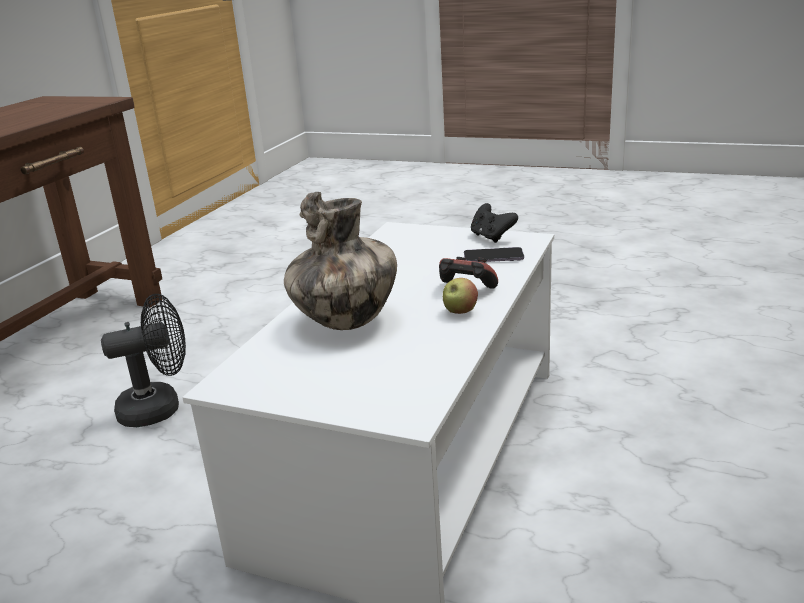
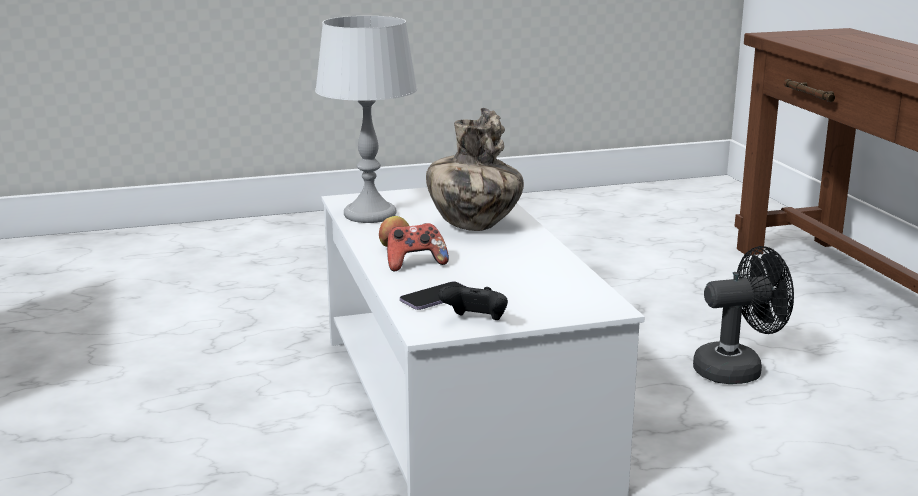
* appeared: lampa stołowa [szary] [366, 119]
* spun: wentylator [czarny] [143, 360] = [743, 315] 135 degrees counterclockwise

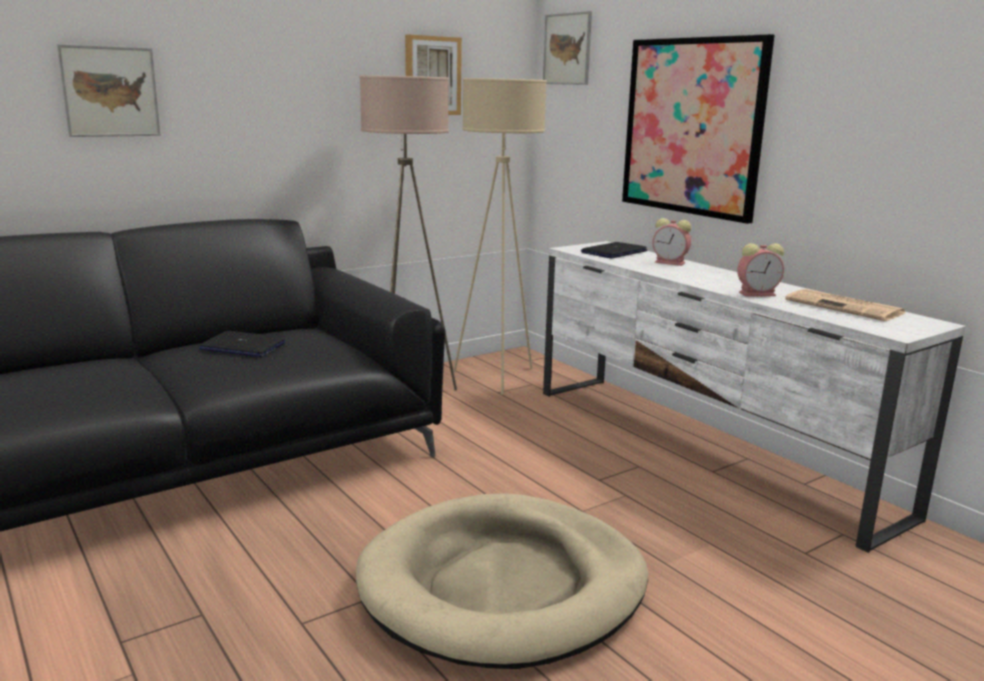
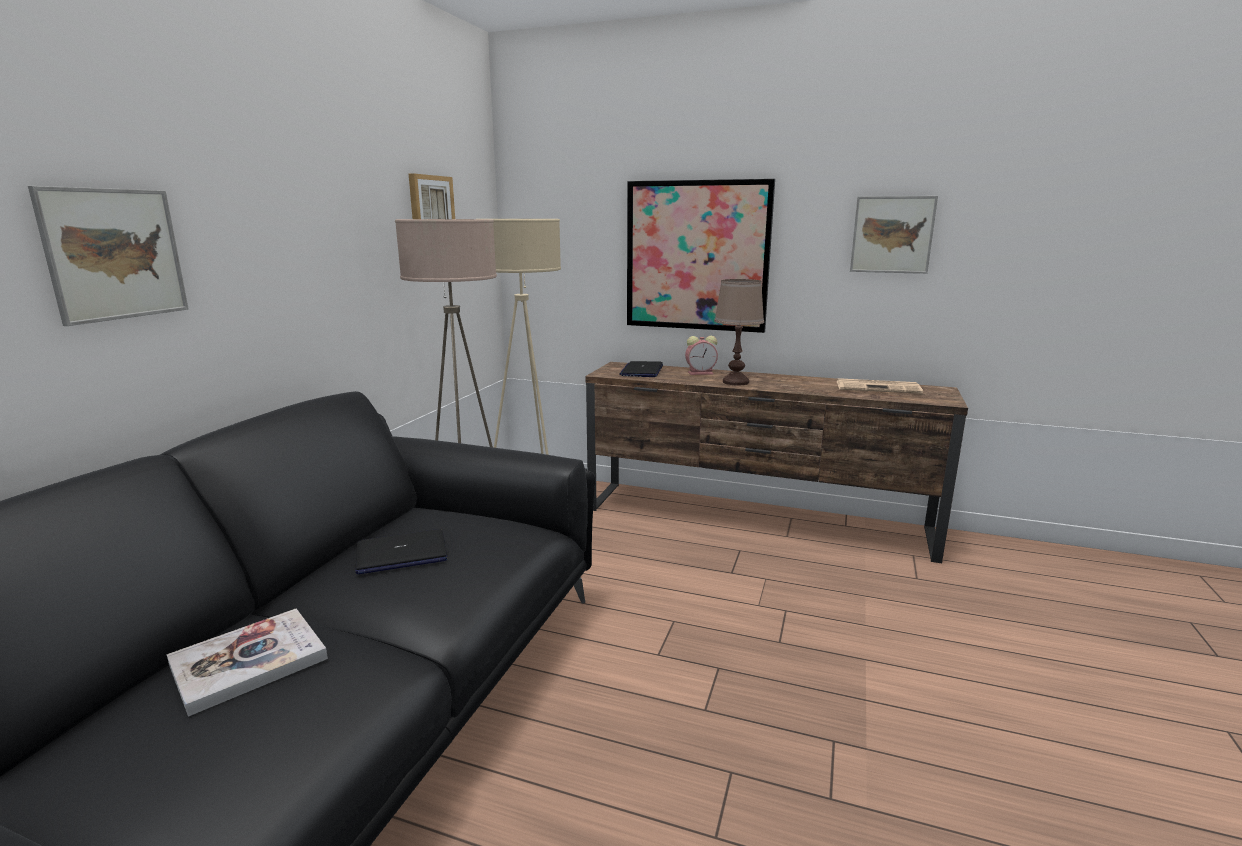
* appeared: książka [247, 662]
* colour: szafka pod telewizor [biały] [754, 397] to szafka pod telewizor [brązowy] [776, 462]
* appeared: lampa stołowa [brązowy] [739, 332]
* relocated: obraz [567, 48] to [894, 235]
* missing: legowisko [beżowy] [502, 581]
* missing: budzik [760, 270]

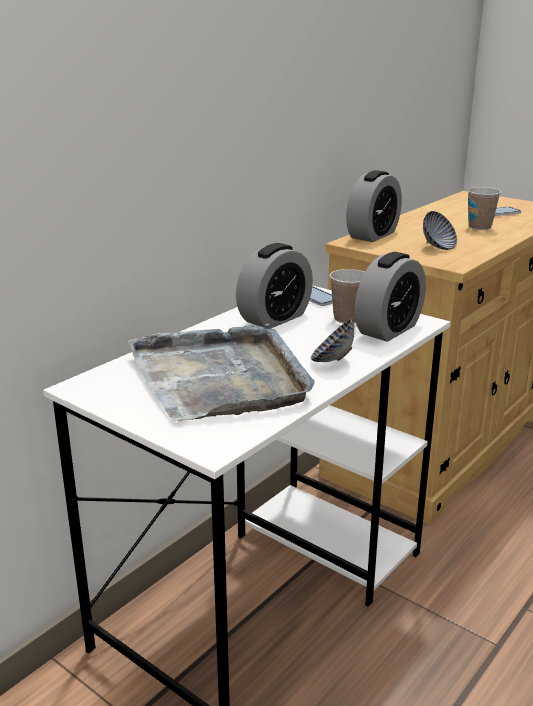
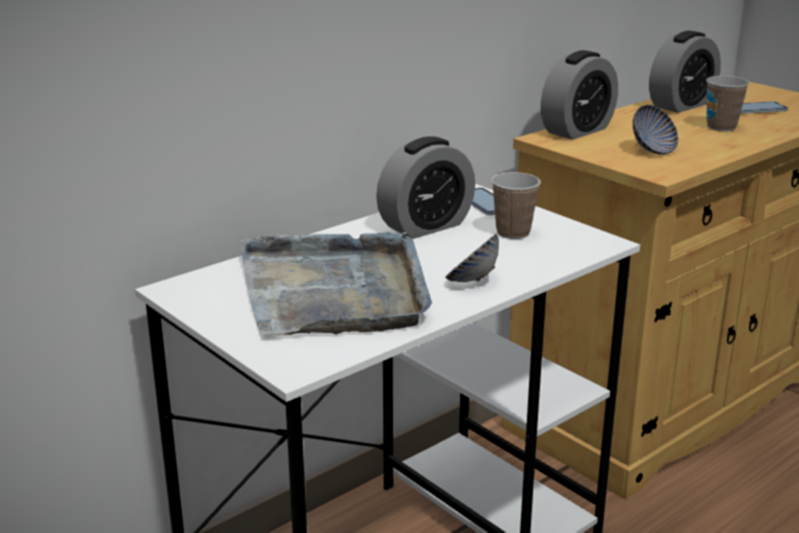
* relocated: budzik [390, 297] to [685, 72]

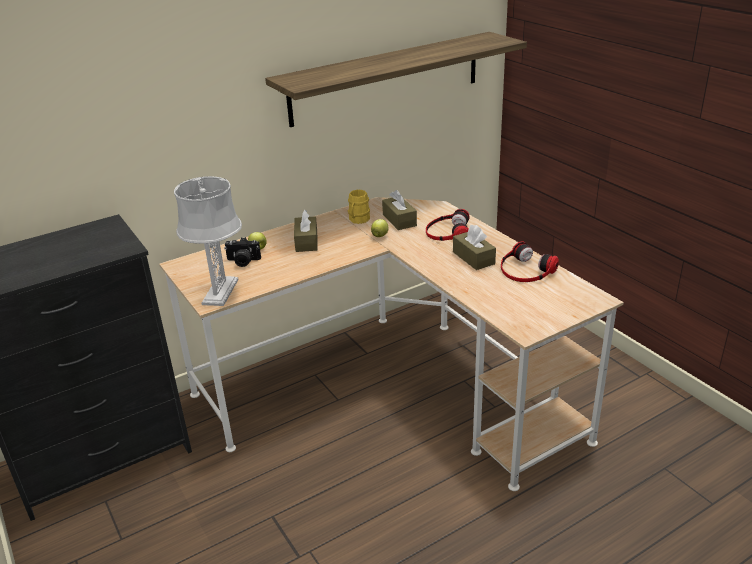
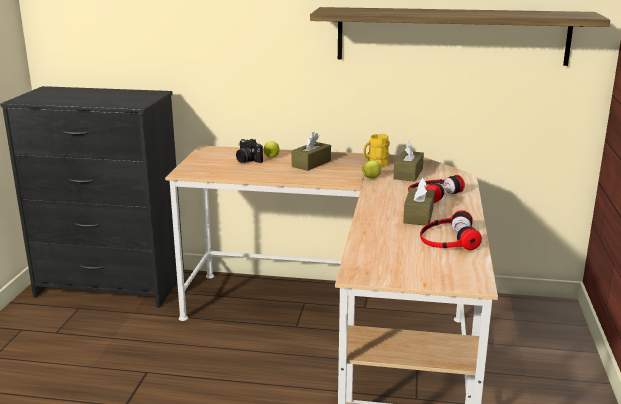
* missing: lampa stołowa [szary] [208, 241]

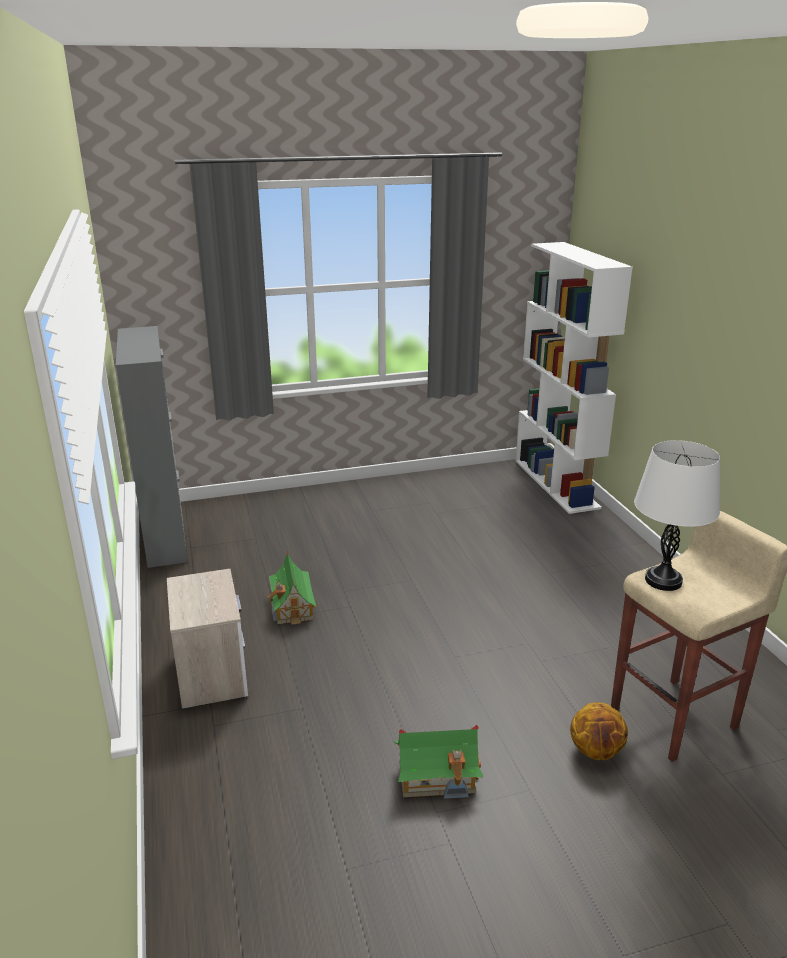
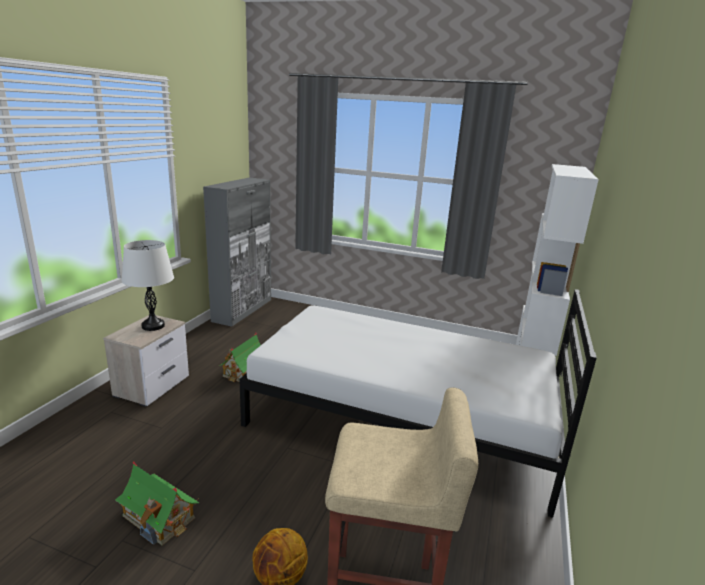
* relocated: lampa stołowa [biały] [677, 515] to [148, 285]
* appeared: łóżko [biały] [418, 403]

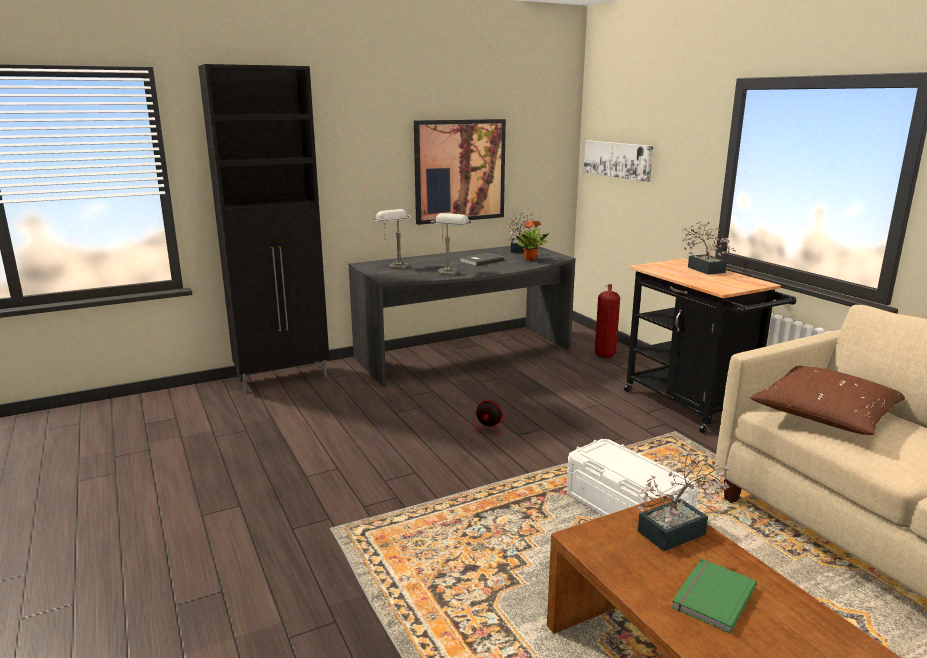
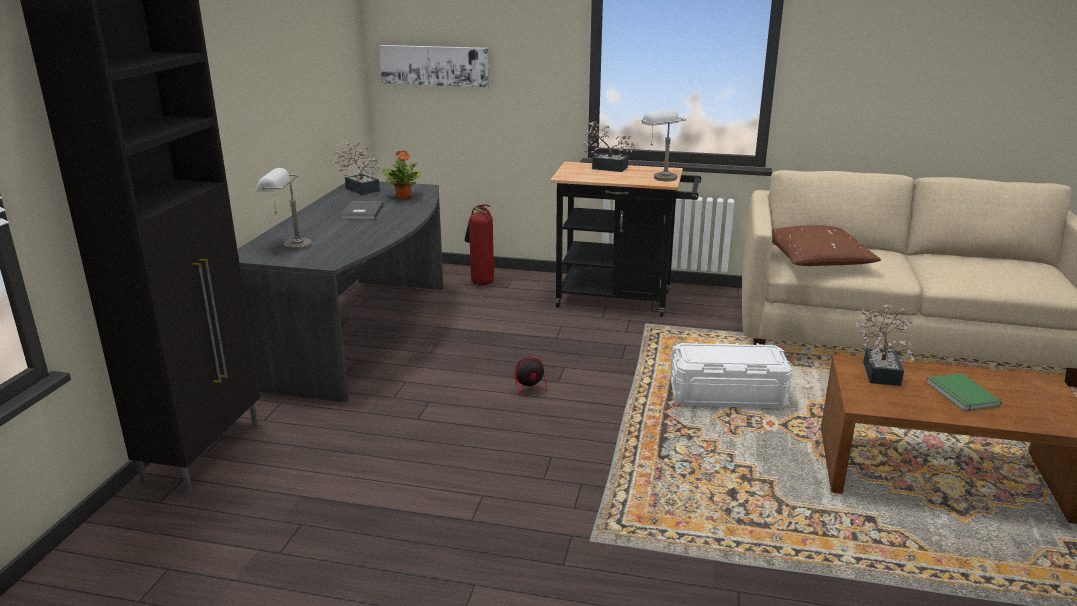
* relocated: lampa stołowa [szary] [451, 244] to [664, 145]
* missing: obraz [460, 172]

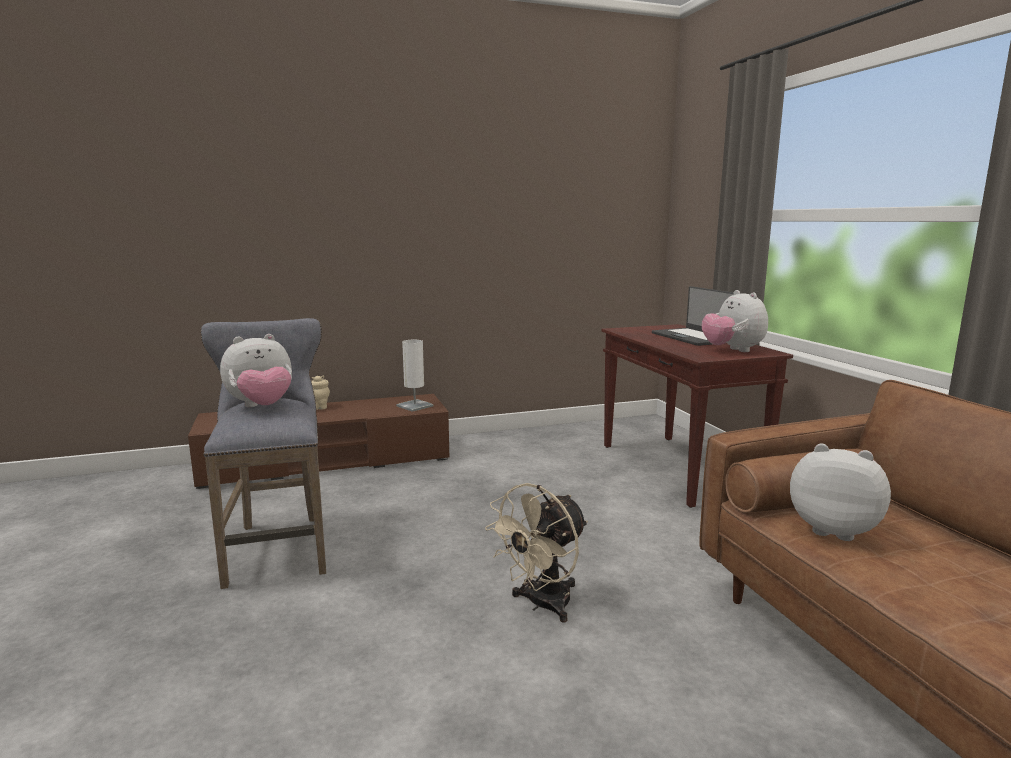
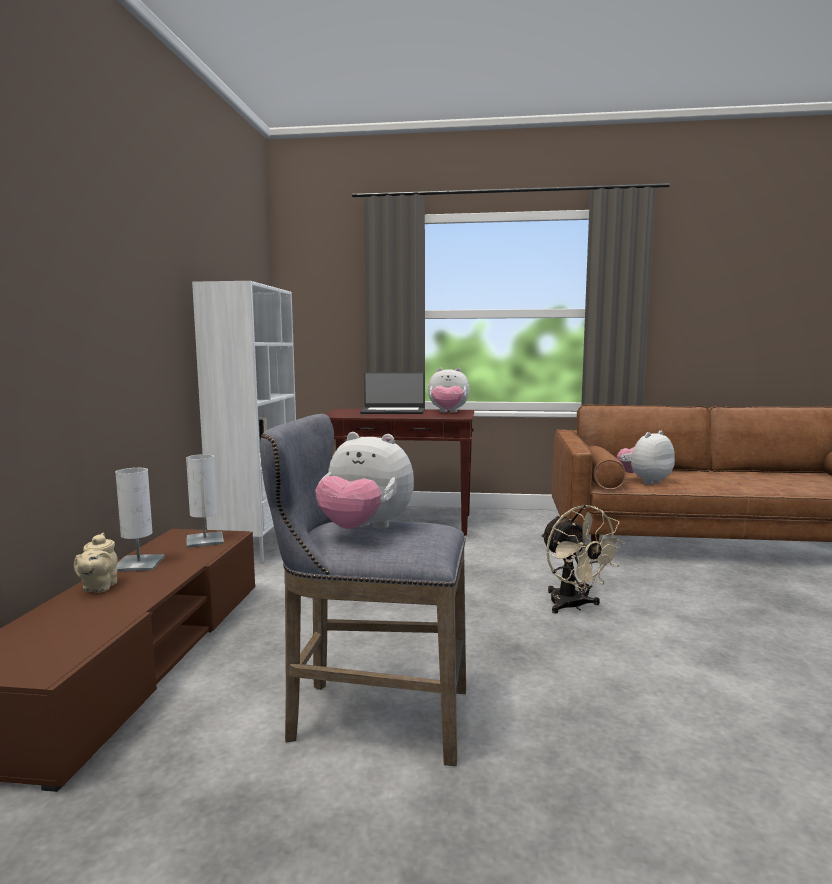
* appeared: lampa stołowa [biały] [140, 520]
* appeared: regał [biały] [244, 421]
* spun: pluszak [256, 370] = [364, 480] 120 degrees clockwise

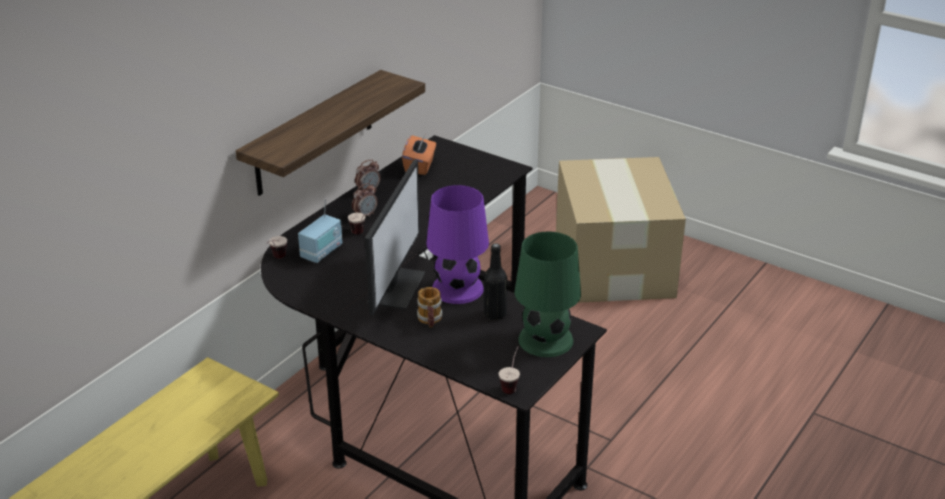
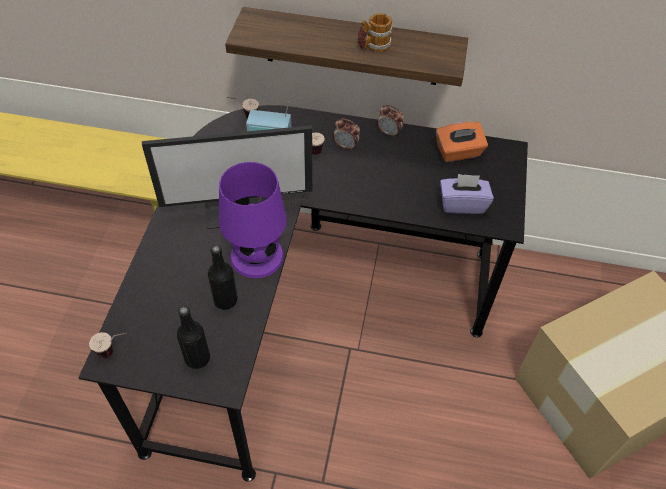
* exchanged: lampa stołowa [zielony] [548, 294] to butelka [czarny] [193, 337]
* relocated: kubek [429, 307] to [375, 32]
* appeared: pudełko chusteczek [fioletowy] [467, 194]

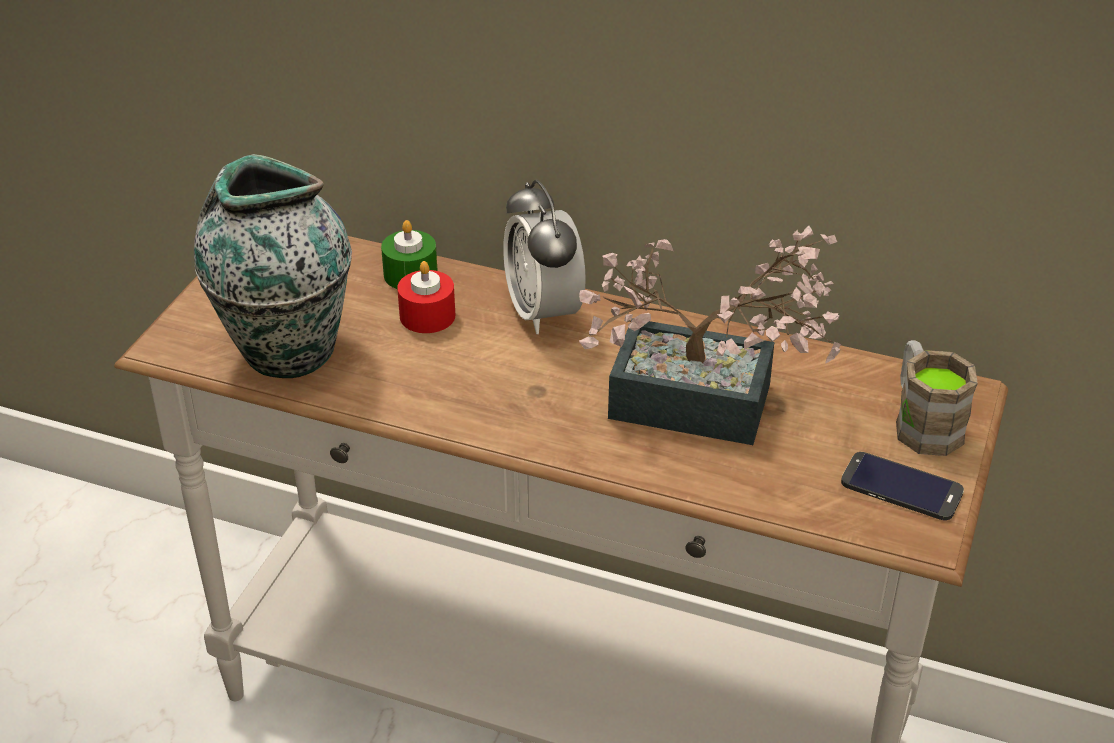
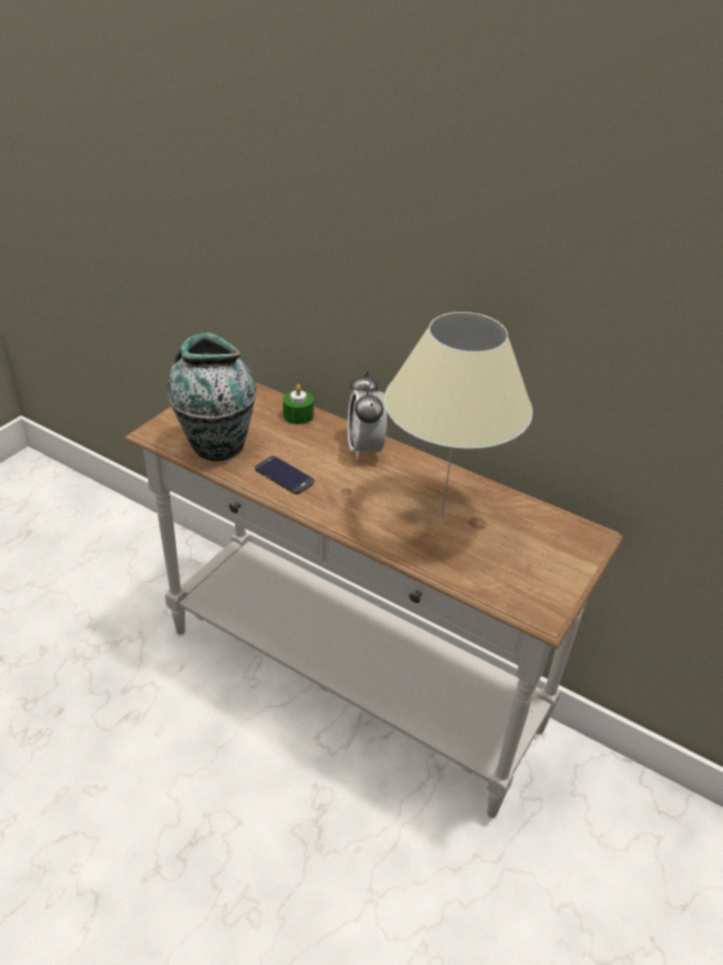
* relocated: telefon [902, 486] to [284, 475]
* exchanged: roślina doniczkowa [710, 335] to lampa stołowa [beżowy] [458, 414]
* missing: świeca [czerwony] [426, 297]
* missing: kubek [brązowy] [937, 398]

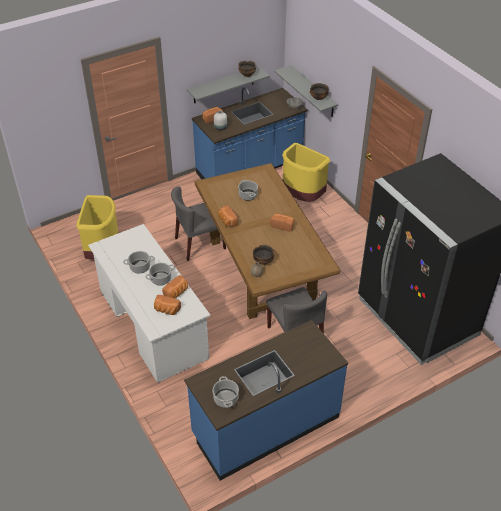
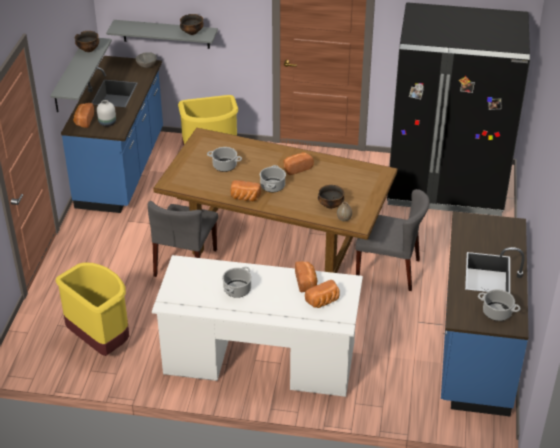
* relocated: garnek [160, 274] to [273, 178]

